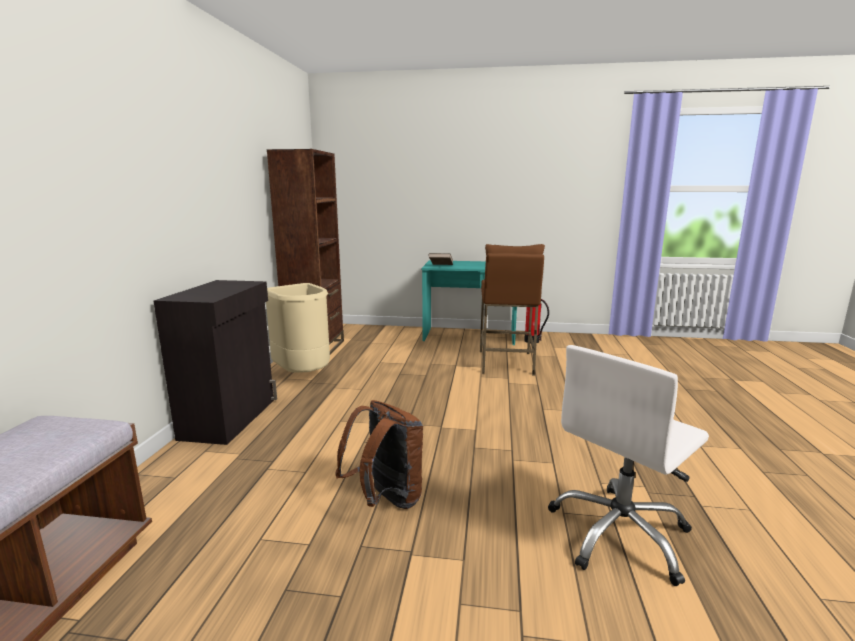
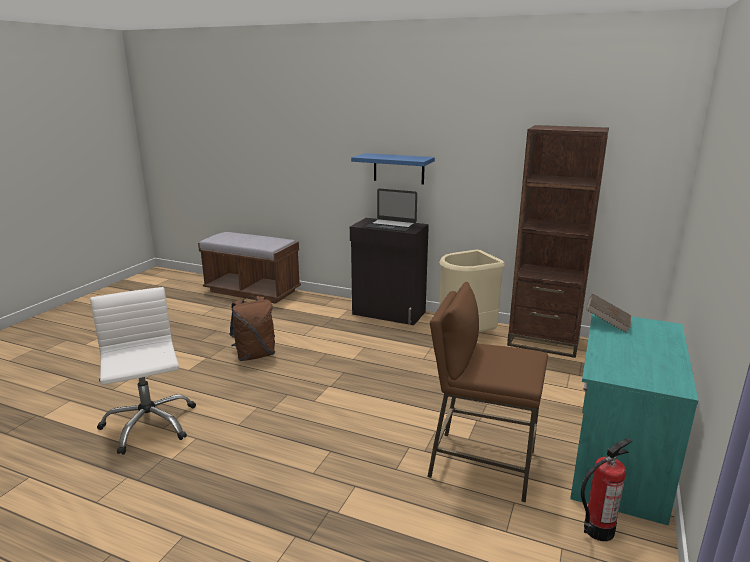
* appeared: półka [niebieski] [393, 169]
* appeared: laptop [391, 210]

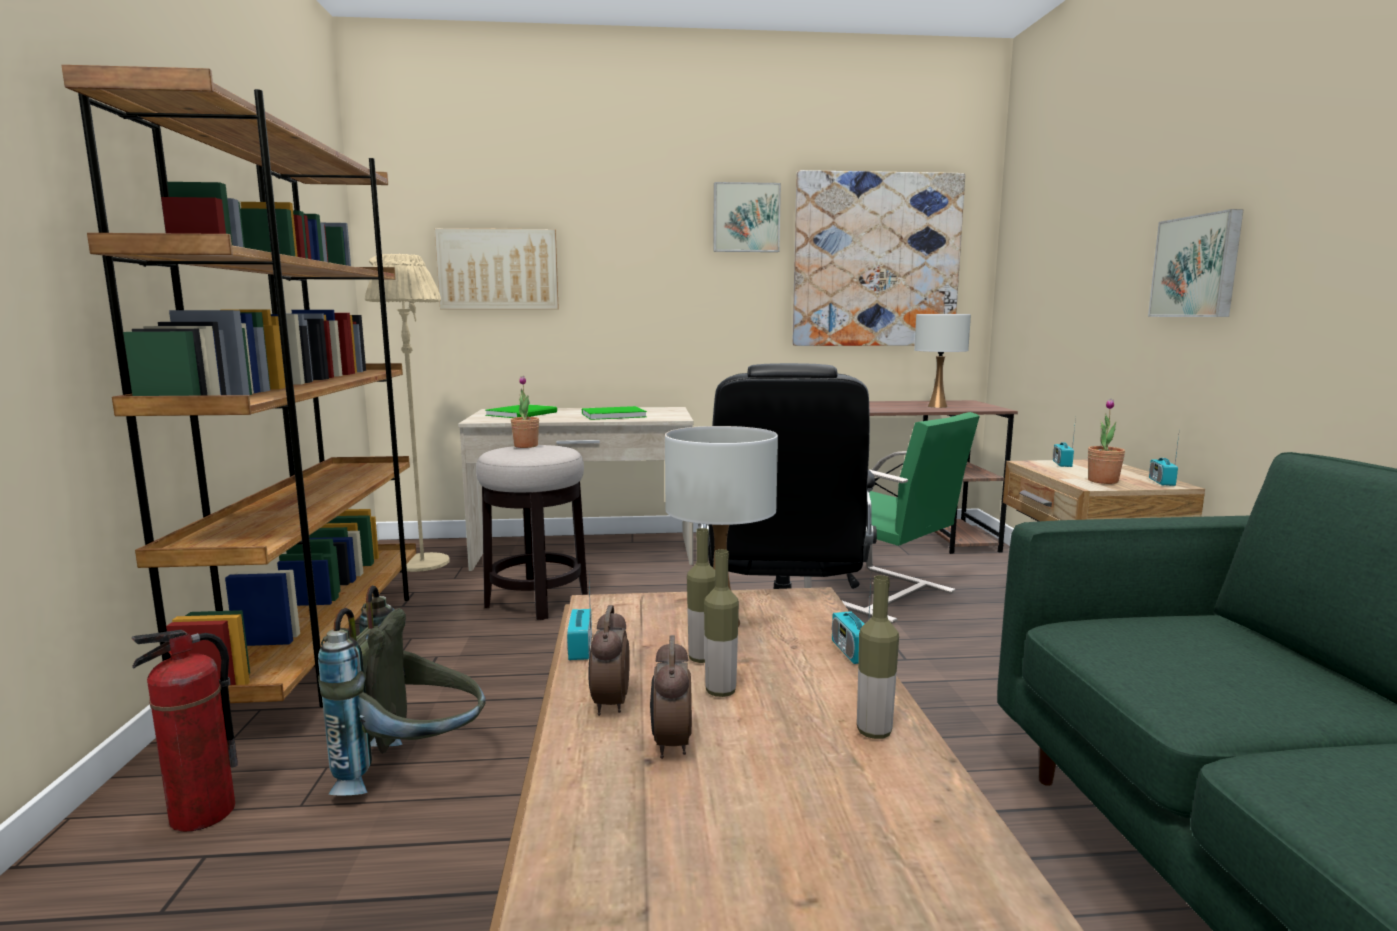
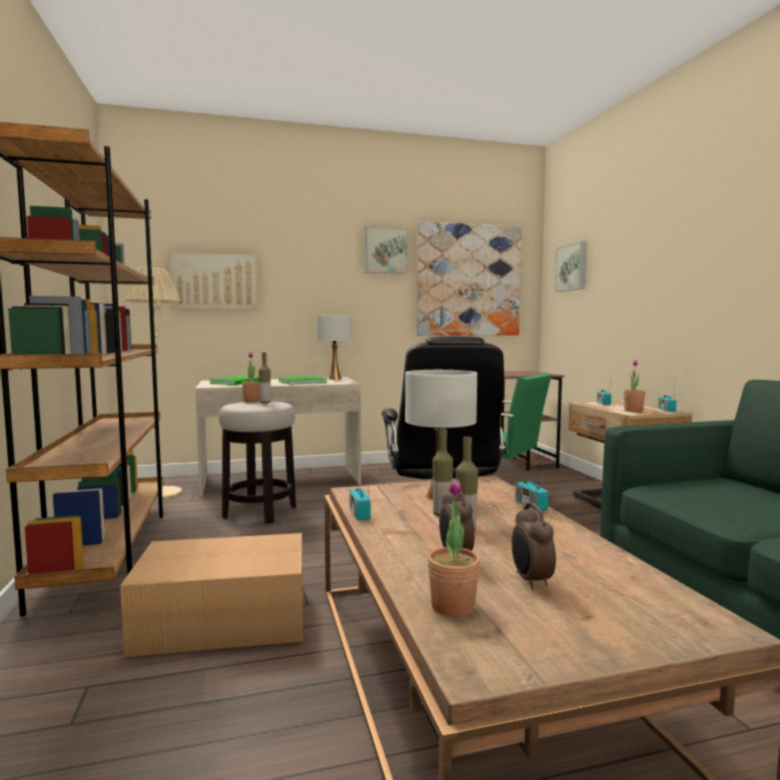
* exchanged: plecak [szary] [402, 690] to karton [211, 595]
* relocated: butelka [878, 657] to [265, 377]
* relocated: lampa stołowa [biały] [942, 361] to [334, 347]
* appeared: roślina doniczkowa [453, 548]
* relocated: budzik [609, 660] to [534, 546]
* relocated: obraz [1196, 263] to [571, 267]
* missing: gaśnica [185, 731]

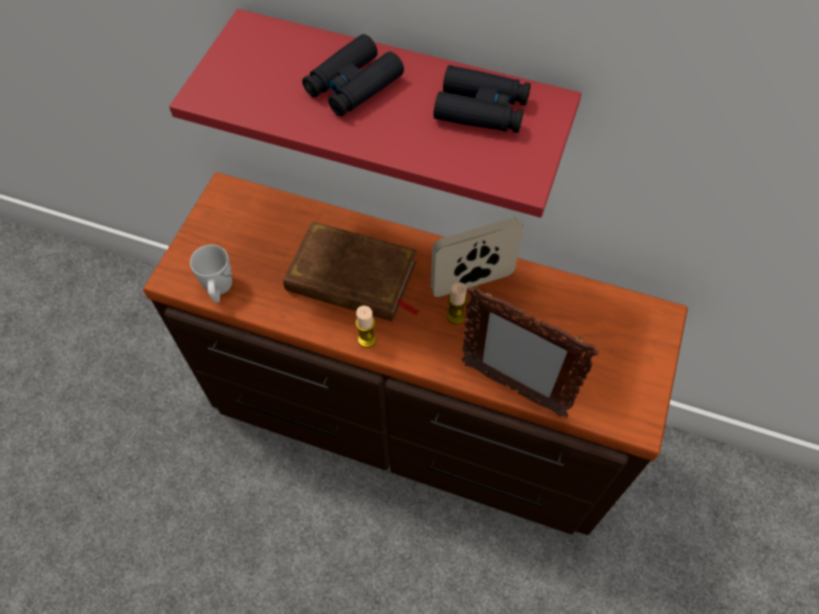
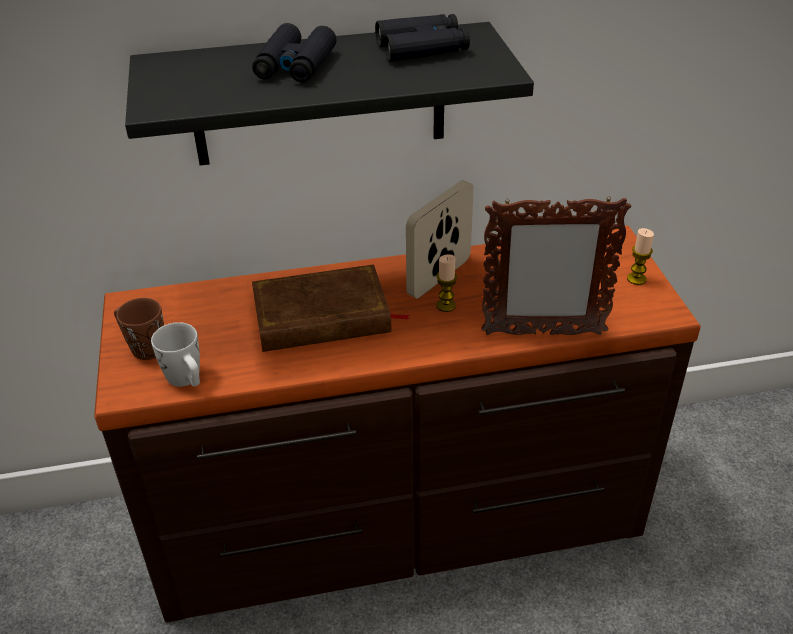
* appeared: kubek [brązowy] [139, 329]
* colour: półka [czerwony] [375, 113] to półka [czarny] [329, 94]
* relocated: świeca [366, 327] to [640, 256]

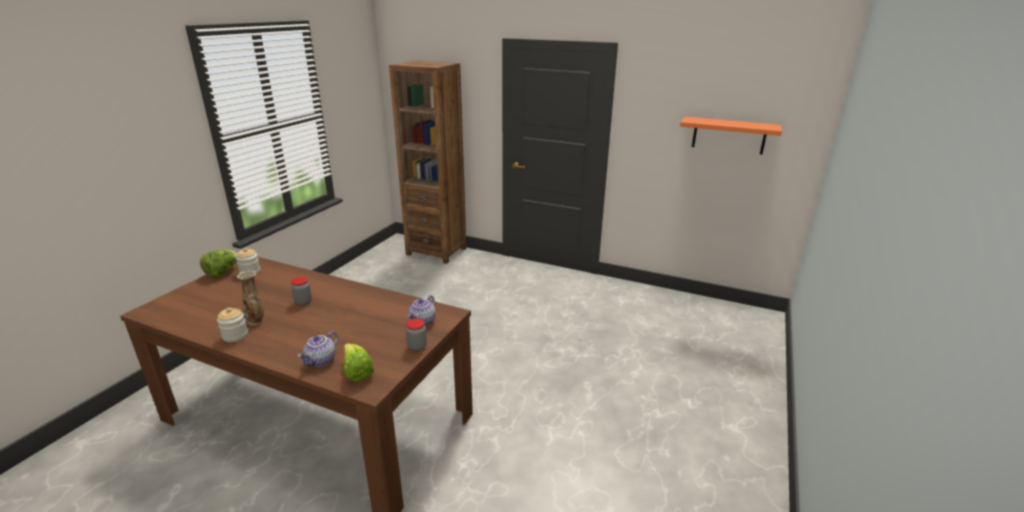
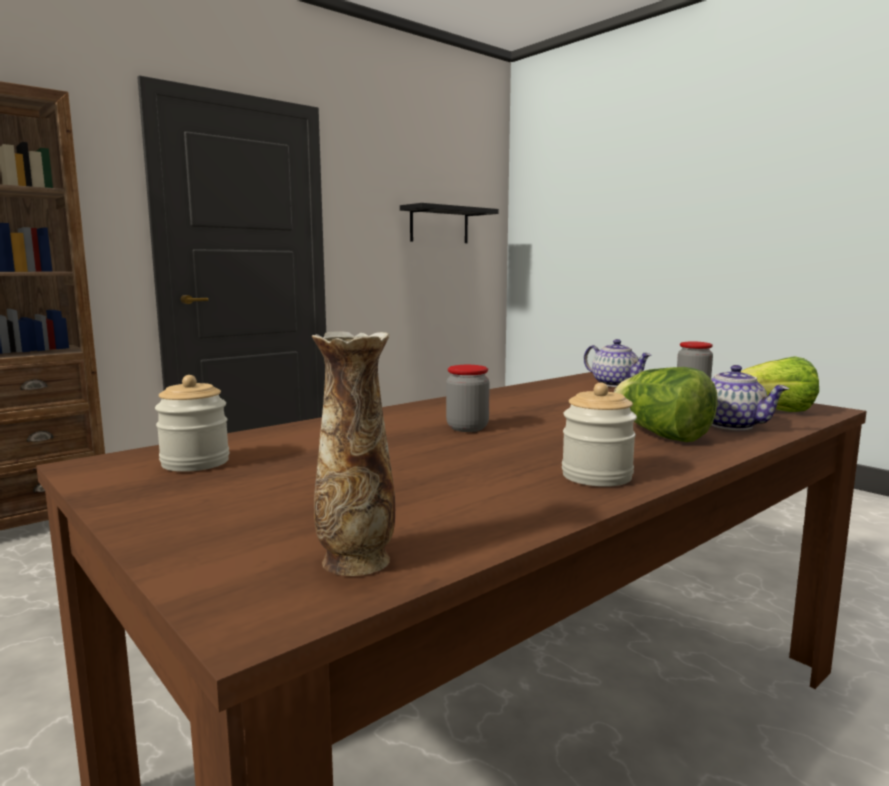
* relocated: wazon [250, 298] to [353, 453]
* colour: półka [pomarańczowy] [731, 135] to półka [czarny] [449, 223]
* relocated: sałata [218, 263] to [666, 404]

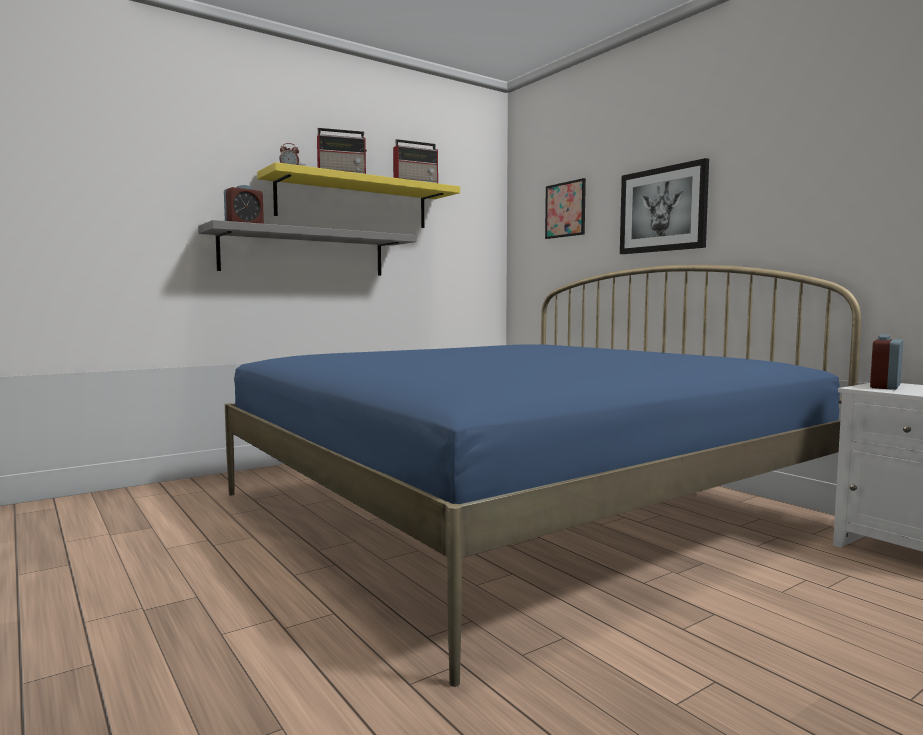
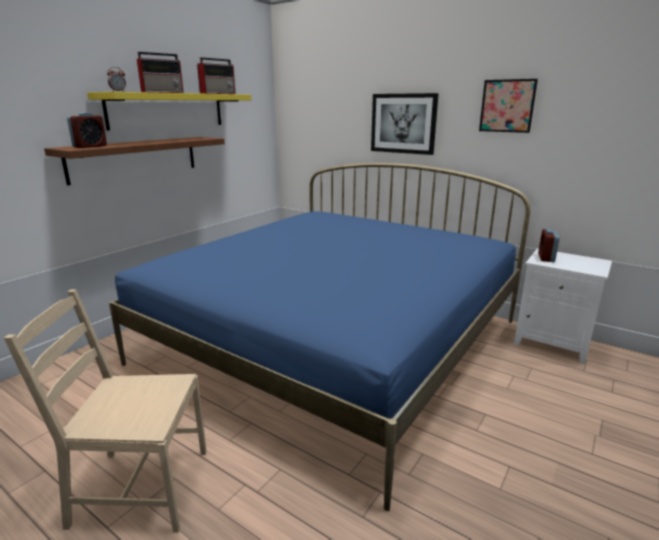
* appeared: krzesło [beżowy] [105, 411]
* colour: półka [szary] [307, 248] to półka [brązowy] [134, 161]
* relocated: obraz [565, 208] to [508, 106]

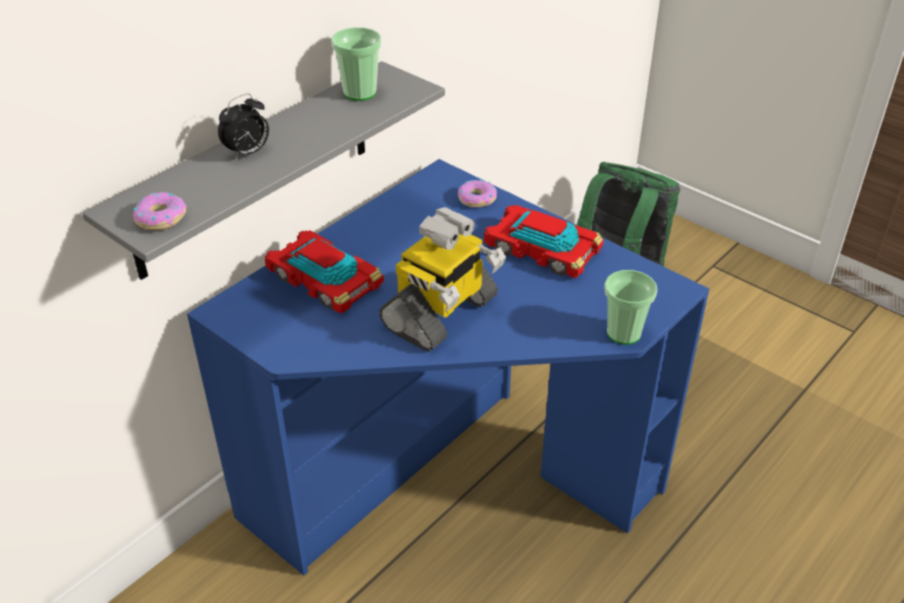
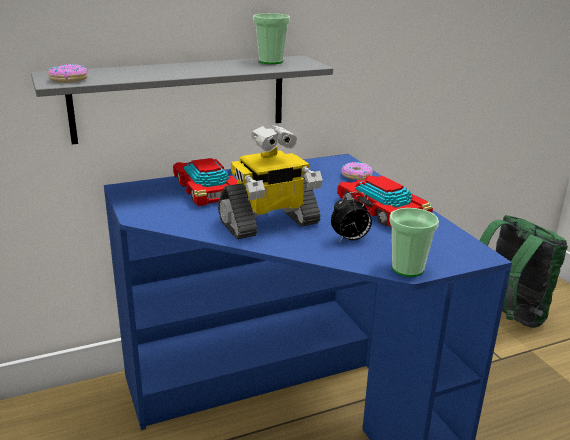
* relocated: budzik [243, 126] to [352, 216]

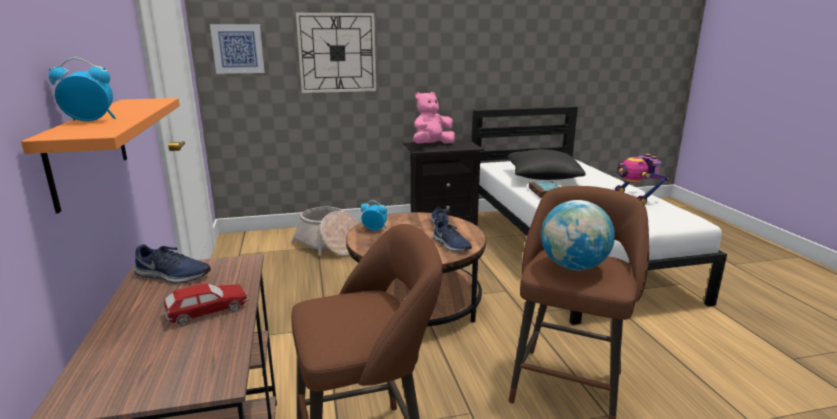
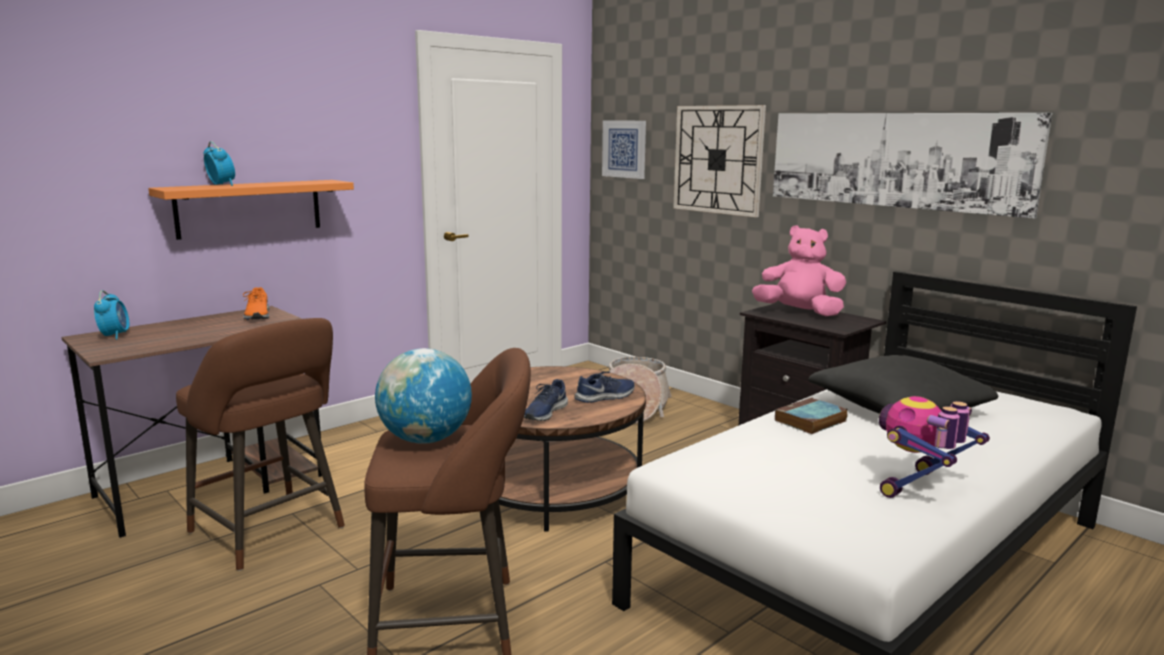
* relocated: budzik [373, 215] to [111, 315]
* colour: but [niebieski] [172, 264] to but [pomarańczowy] [256, 303]
* appeared: obraz [912, 166]
* missing: samochodzik [206, 304]

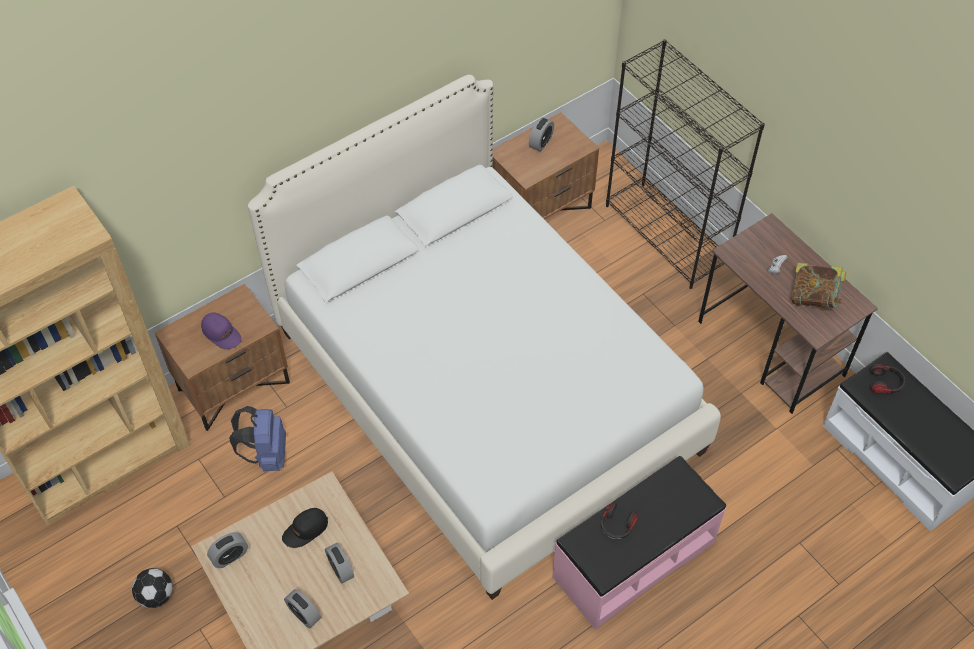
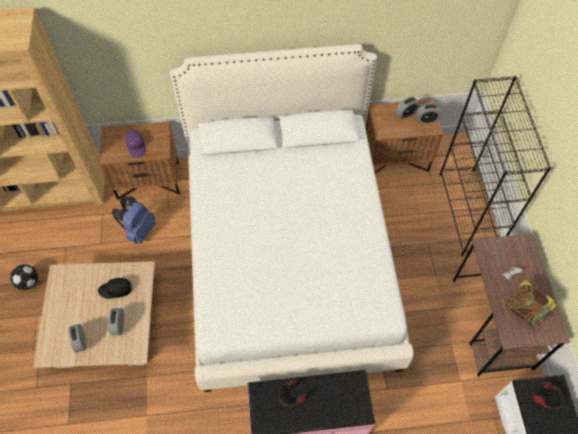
* relocated: budzik [227, 550] to [428, 113]

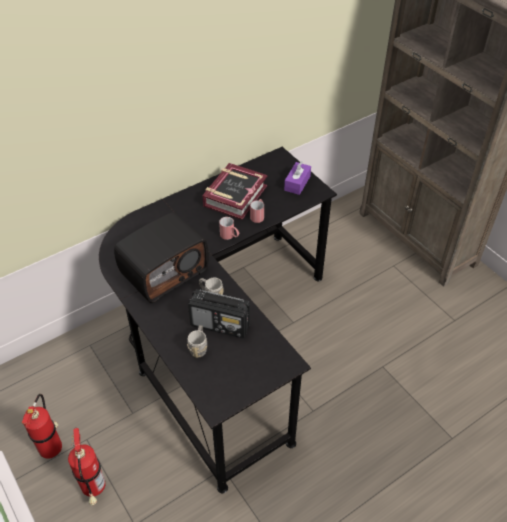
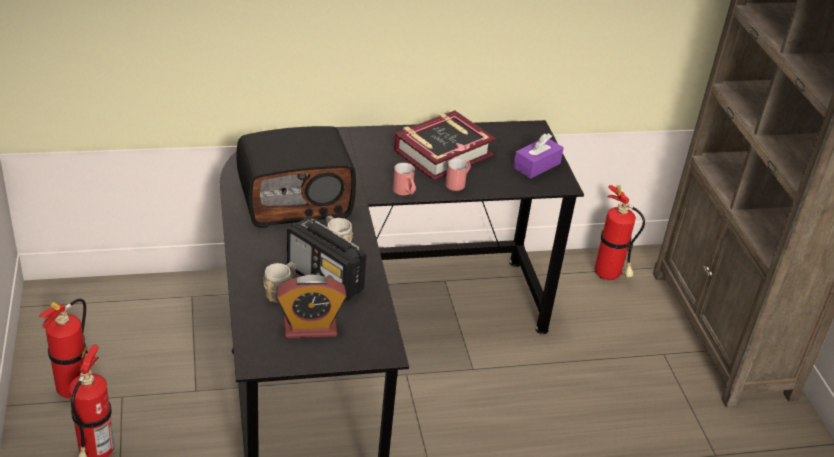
* appeared: budzik [311, 306]
* appeared: gaśnica [620, 232]

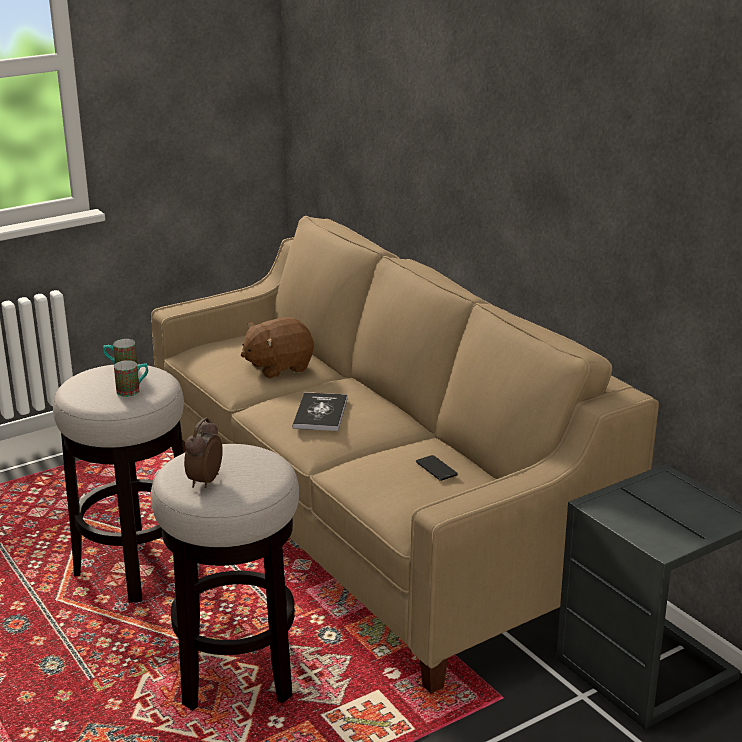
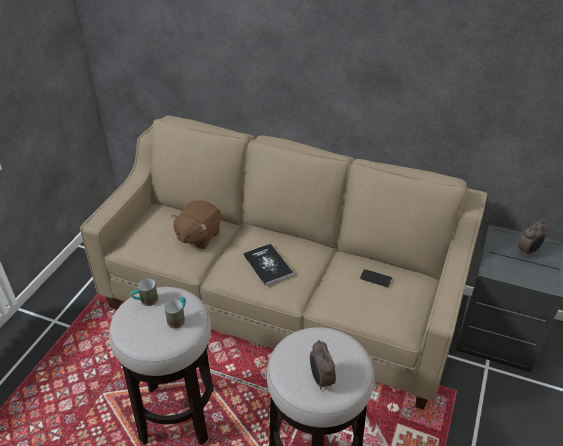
* appeared: budzik [532, 239]

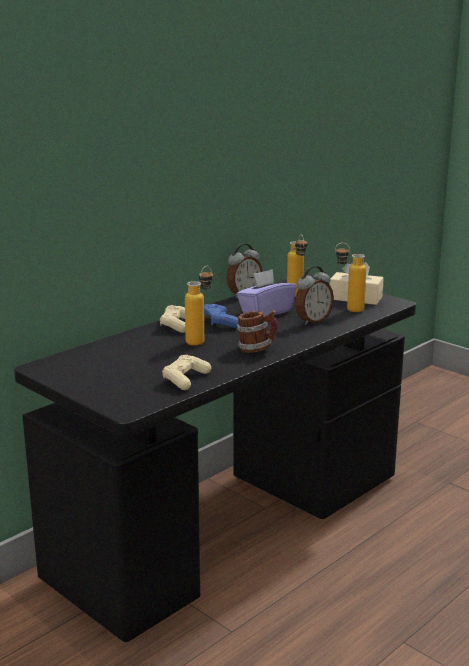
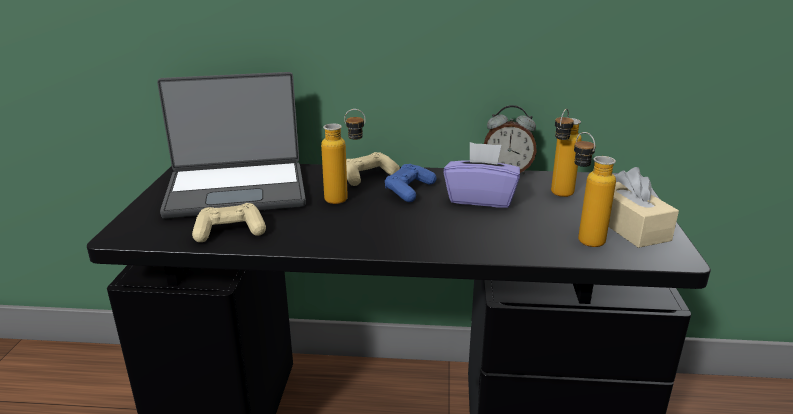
* appeared: laptop [231, 145]
* missing: kubek [257, 331]
* missing: budzik [314, 295]

